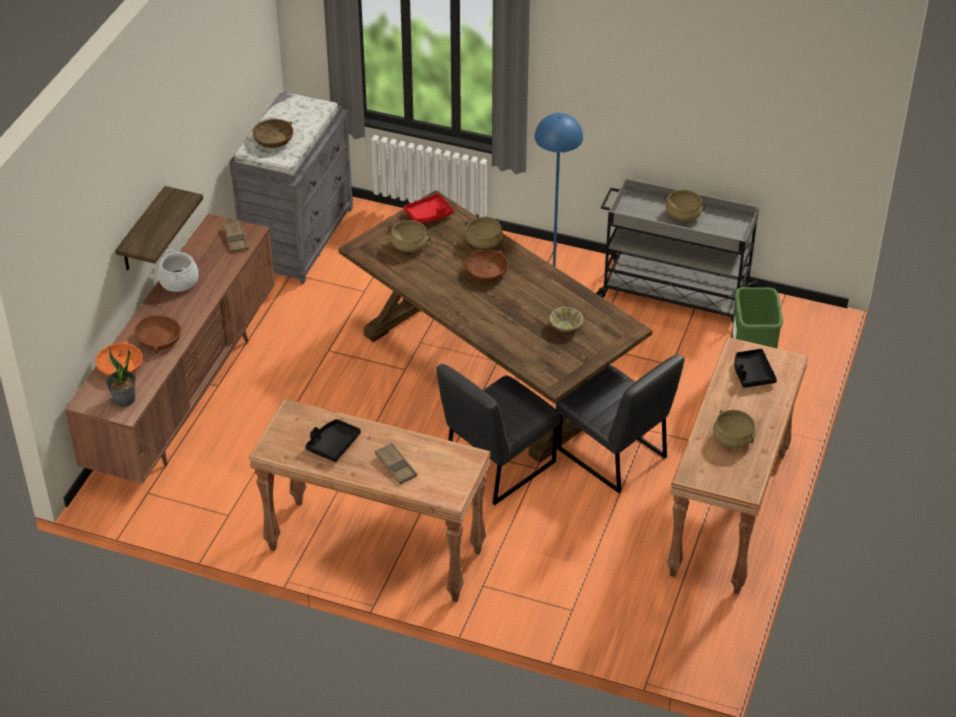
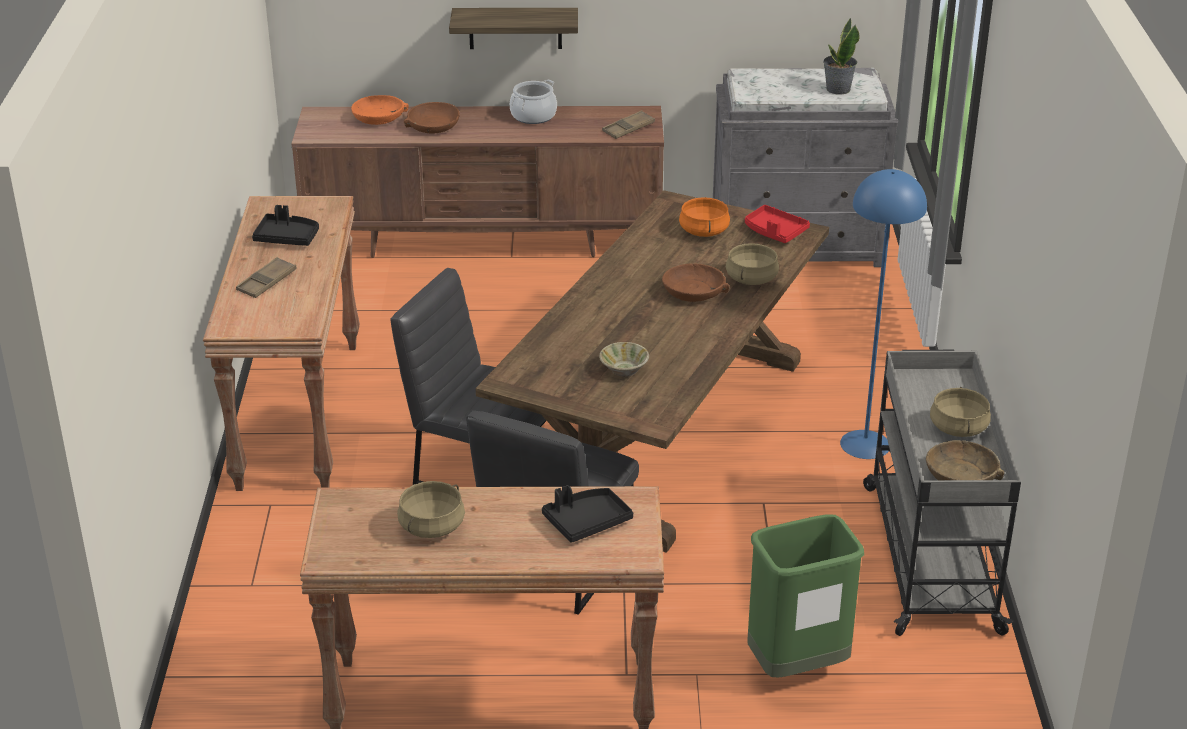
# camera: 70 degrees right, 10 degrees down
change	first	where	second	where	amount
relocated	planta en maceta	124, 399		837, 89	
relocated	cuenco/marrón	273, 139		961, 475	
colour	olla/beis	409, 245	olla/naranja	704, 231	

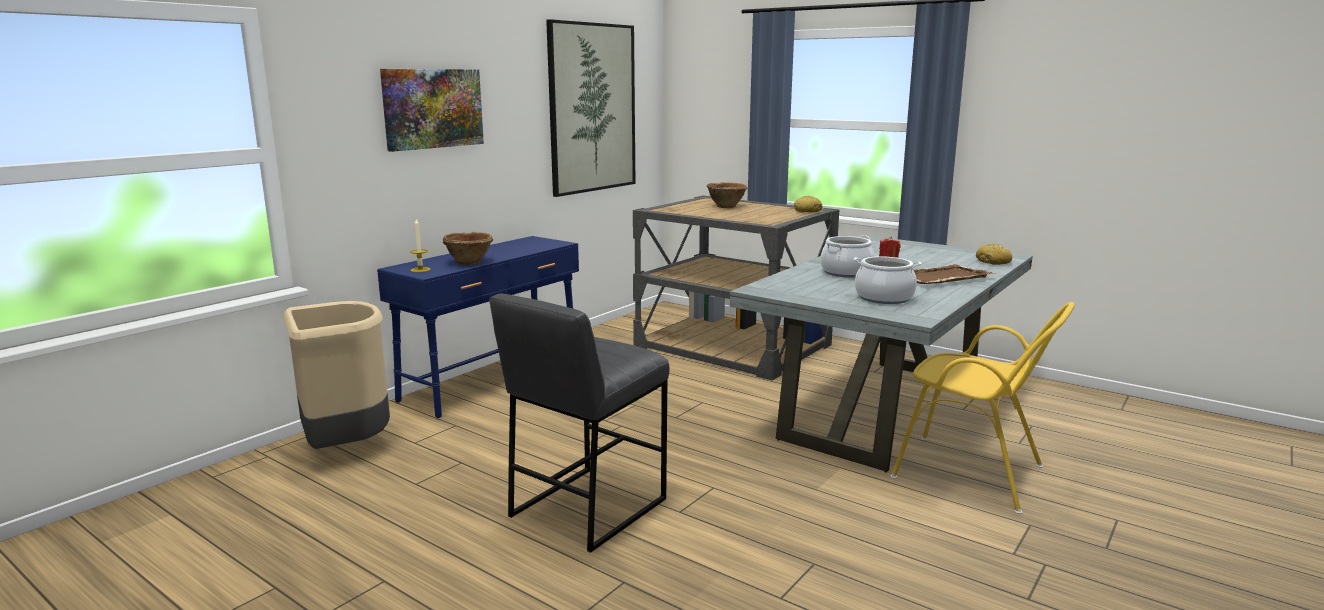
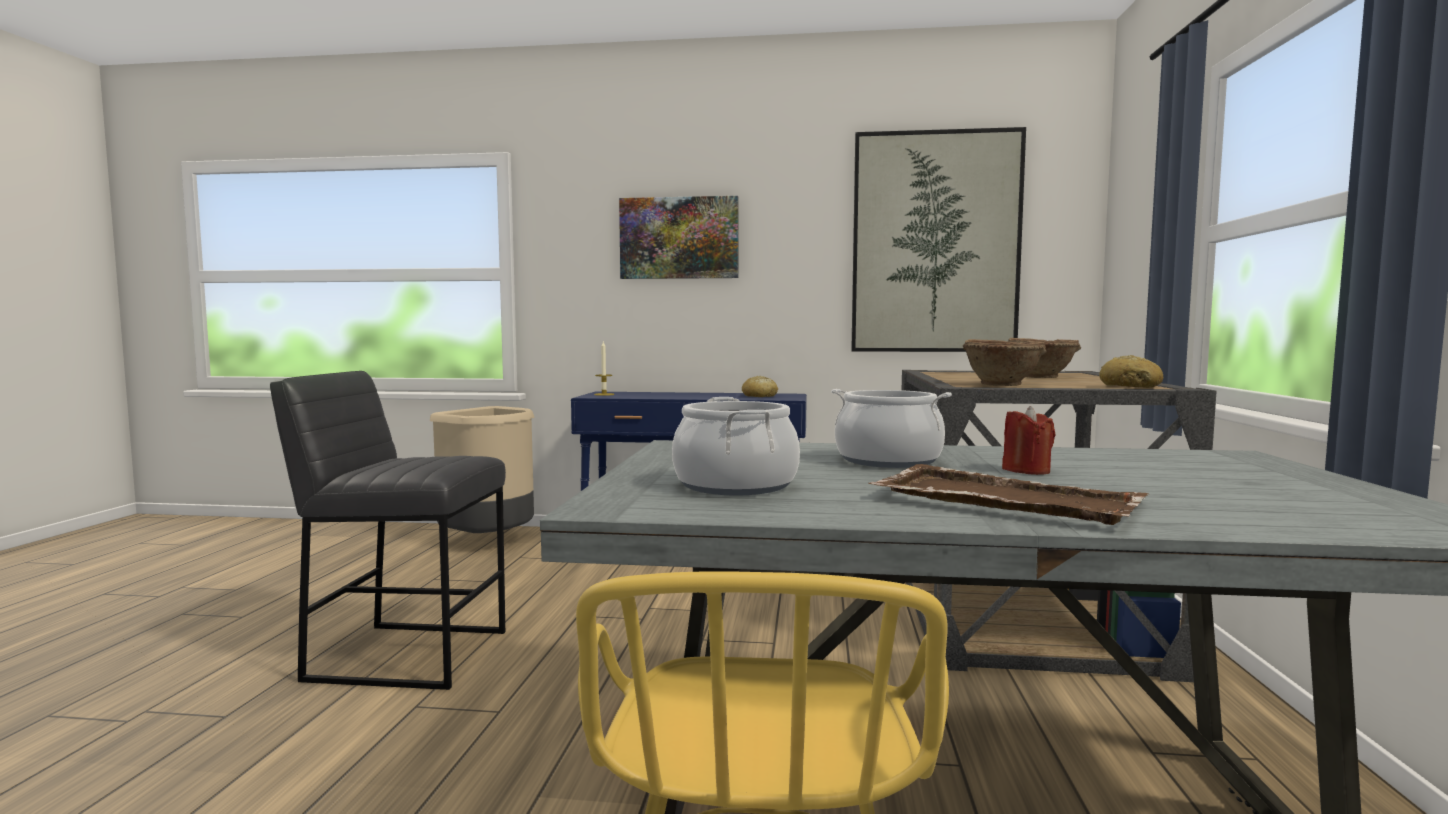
# camera: 60 degrees right, 10 degrees down
change	first	where	second	where	amount
relocated	cuenco/marrón	469, 262		1002, 384	
relocated	pan	993, 262		759, 396	

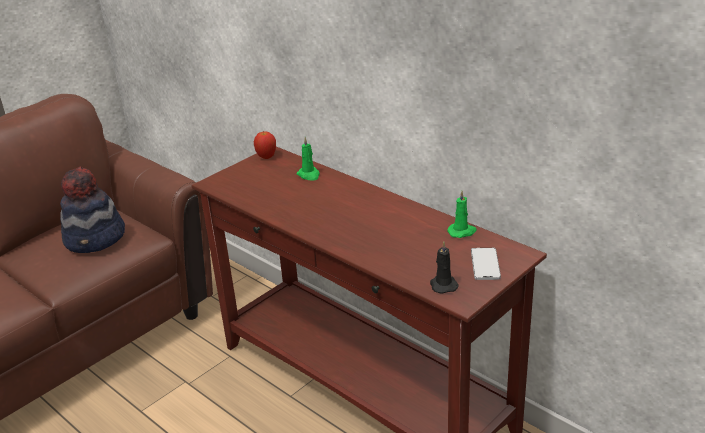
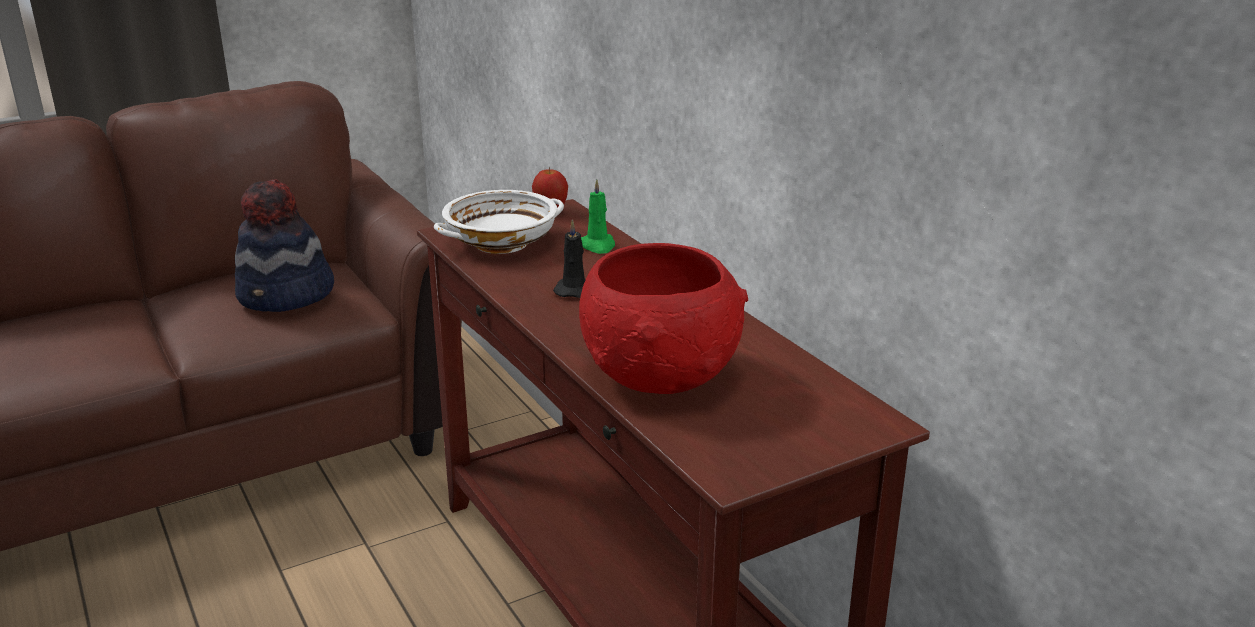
# camera: 15 degrees right, 5 degrees down
change	first	where	second	where	amount
relocated	vela/negro	443, 285		574, 290	
missing	vela/verde	462, 232			
missing	móvil	485, 264			
appeared			cuenco/blanco	502, 243	
appeared			cuenco/rojo	662, 377	

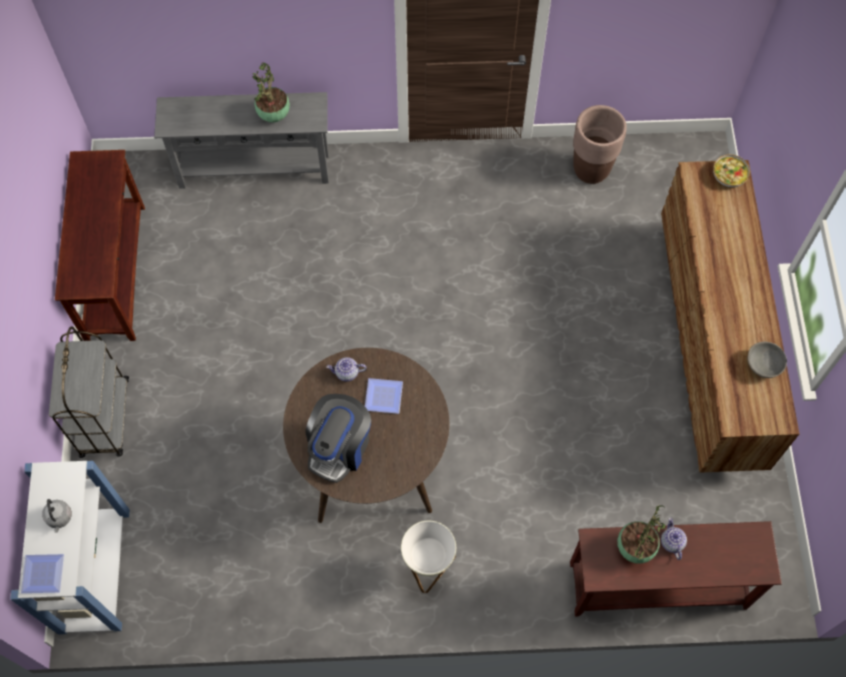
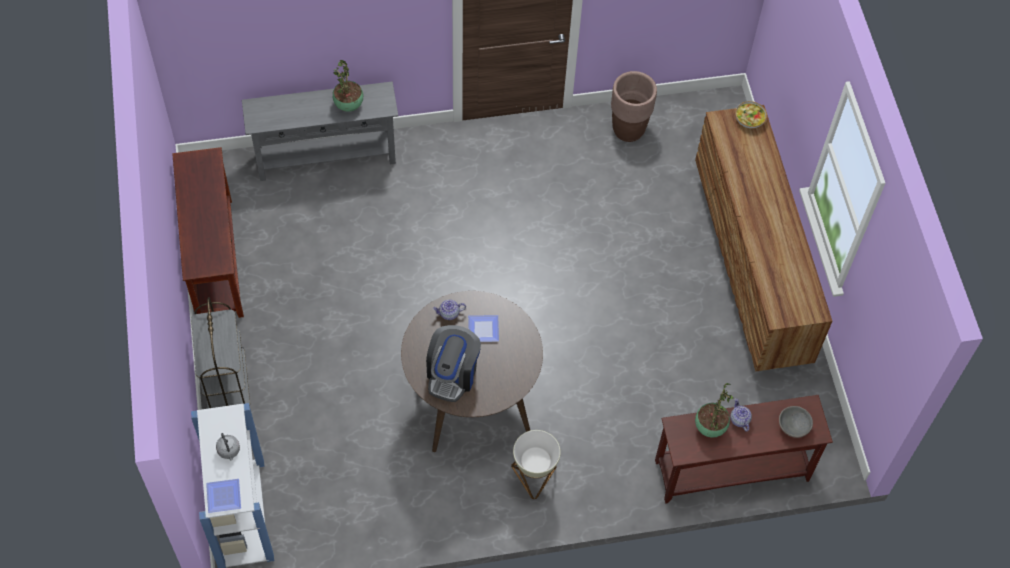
# camera: 10 degrees left, 5 degrees down
change	first	where	second	where	amount
relocated	cuenco/gris	764, 365		794, 426	

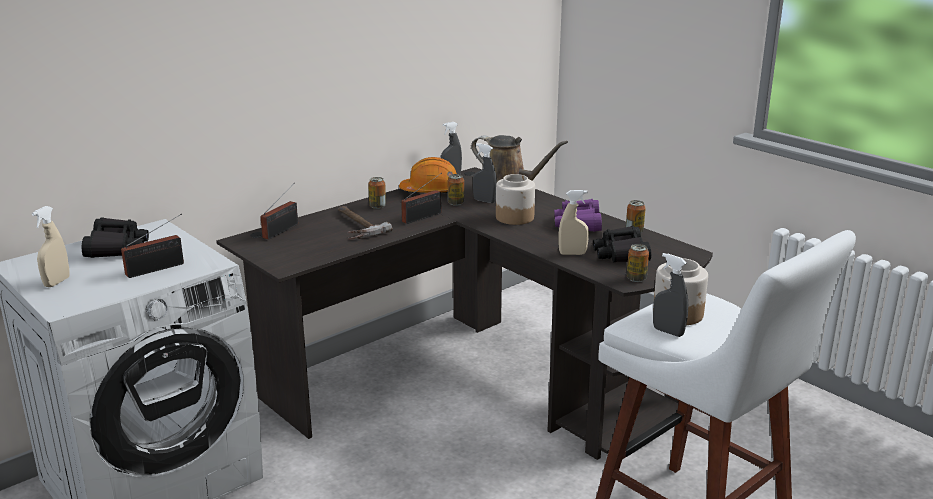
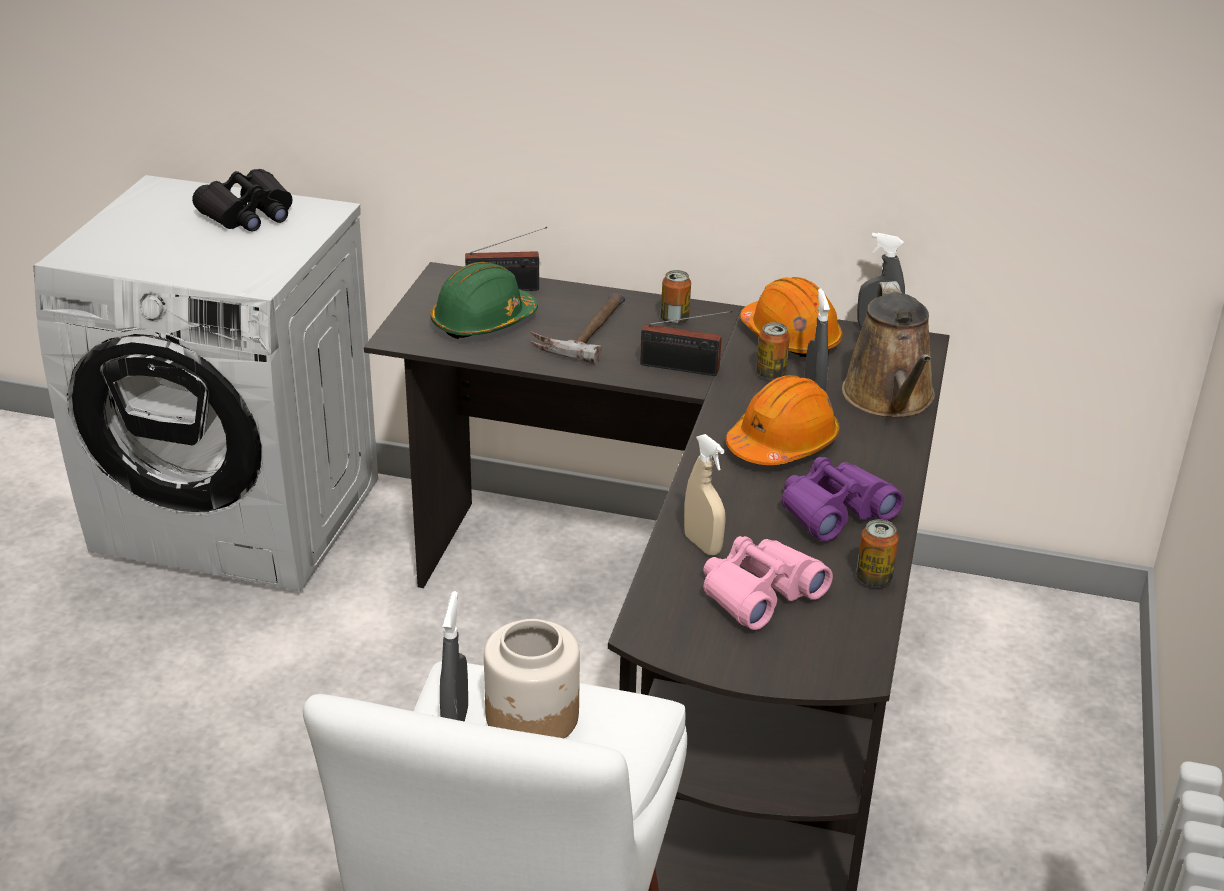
# camera: 55 degrees right, 10 degrees up
change	first	where	second	where	amount
missing	pulverizador/beis	57, 282			
missing	radio	158, 268			
exchanged	tarro	515, 217	casco/naranja	782, 444	
colour	prismáticos/negro	621, 254	prismáticos/rosa	759, 593	
missing	lata	636, 279			
appeared			casco/verde	483, 322	

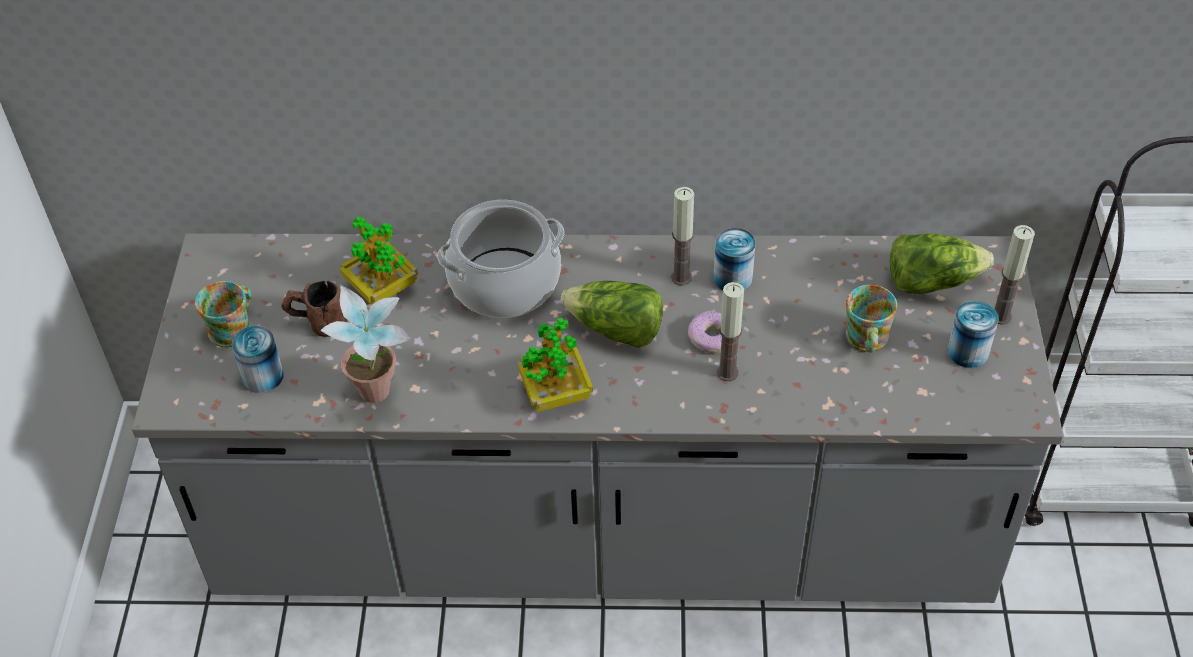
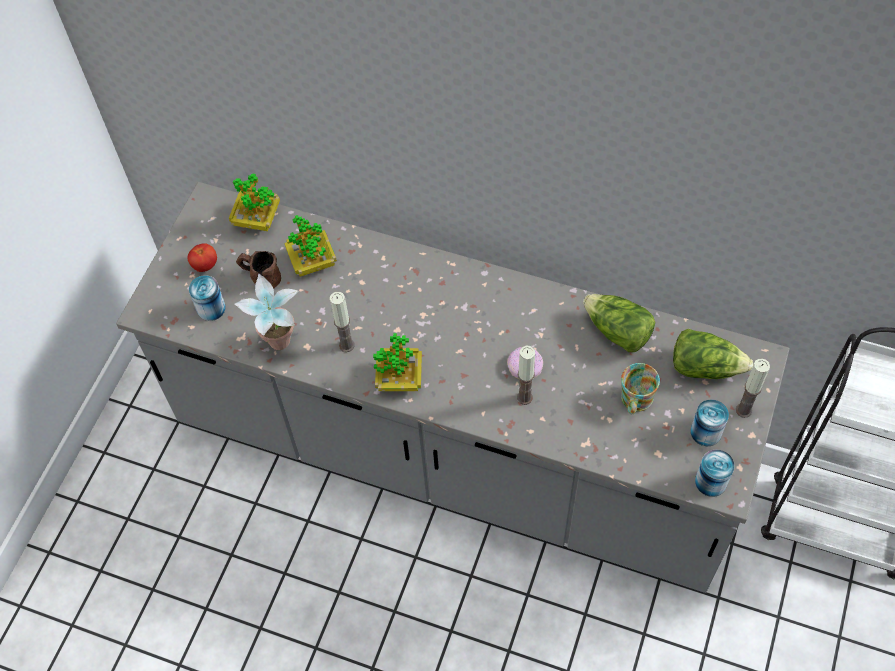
# camera: 20 degrees right, 10 degrees up
change	first	where	second	where	amount
exchanged	taza grande	234, 327	tomate	205, 265	
missing	olla	504, 282			
relocated	lechuga	616, 330		617, 332	
relocated	vela	681, 277		347, 345	
relocated	lata	732, 278		710, 481	
appeared			planta en maceta	257, 219	

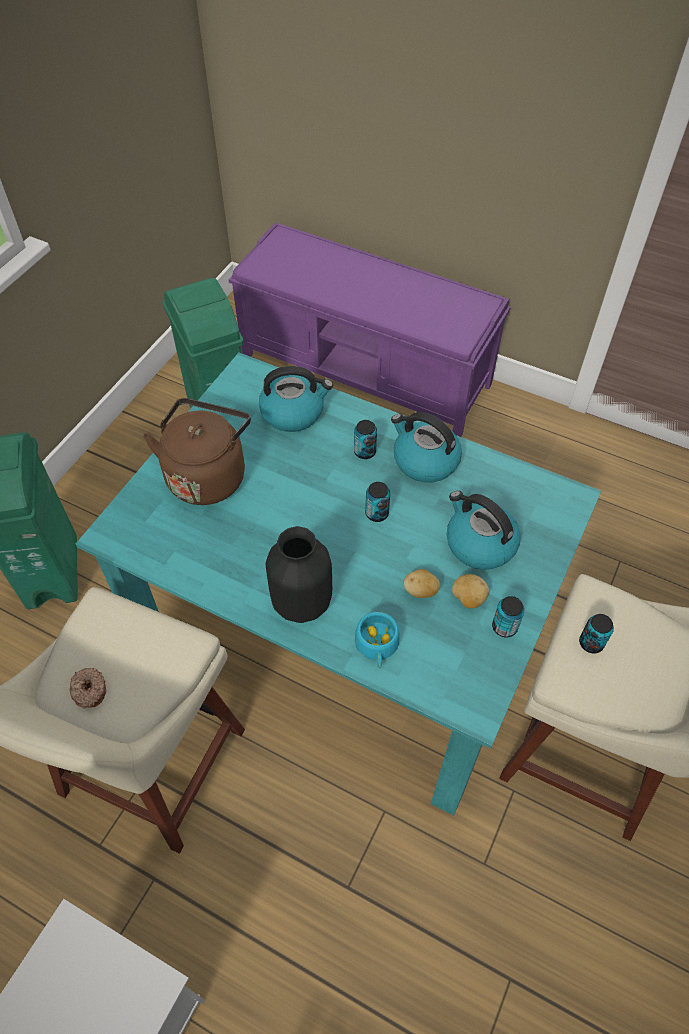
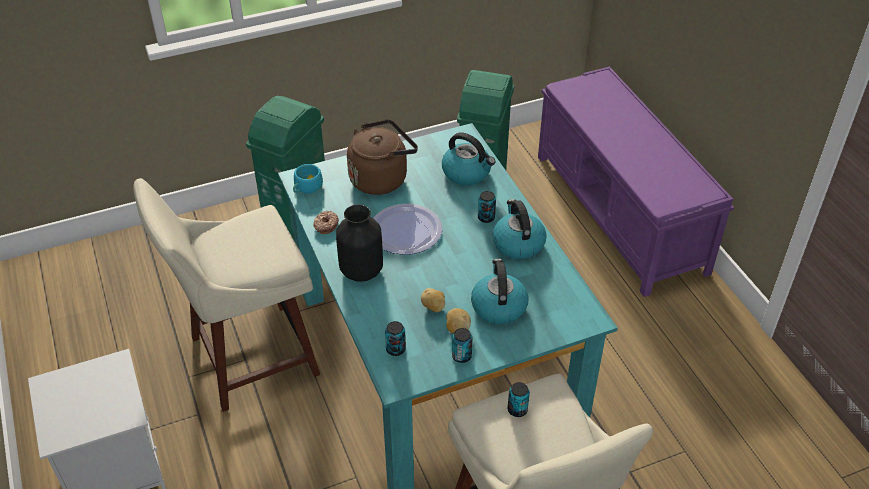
# camera: 40 degrees right, 10 degrees down
change	first	where	second	where	amount
relocated	rosquilla	89, 691		325, 225	
relocated	taza/turquesa	377, 647		306, 187	
relocated	lata	377, 513		395, 349	
appeared			plato	406, 231	

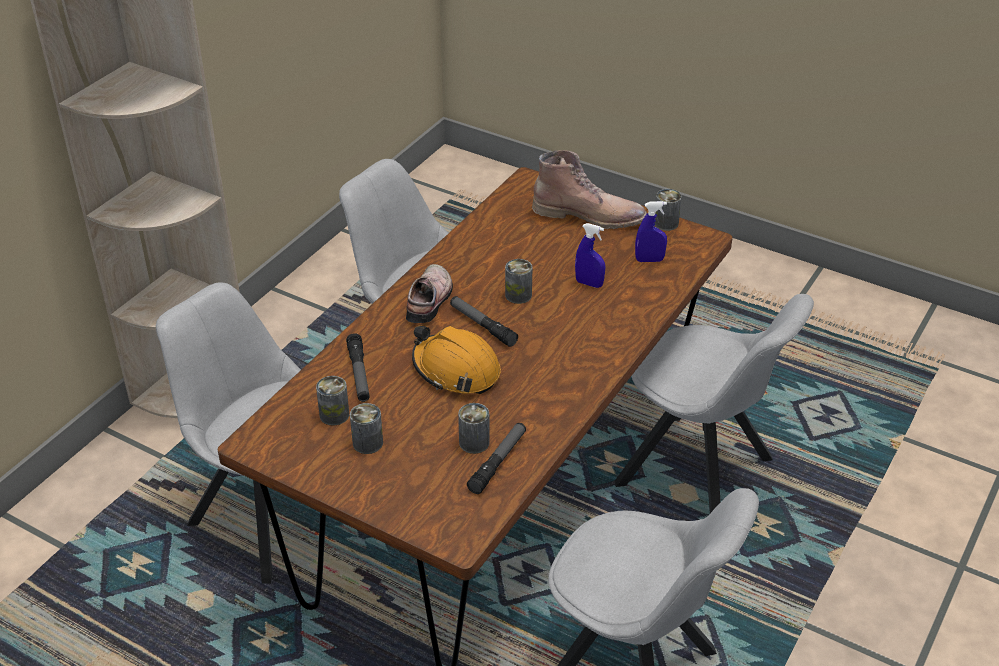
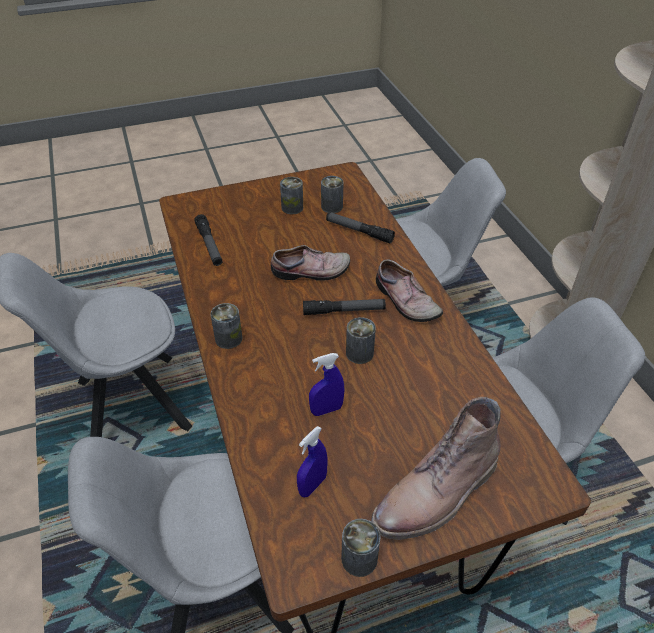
# camera: 130 degrees right, 5 degrees up
change	first	where	second	where	amount
exchanged	casco/naranja	456, 370	zapato	311, 272	
relocated	lata	474, 442		228, 338	

